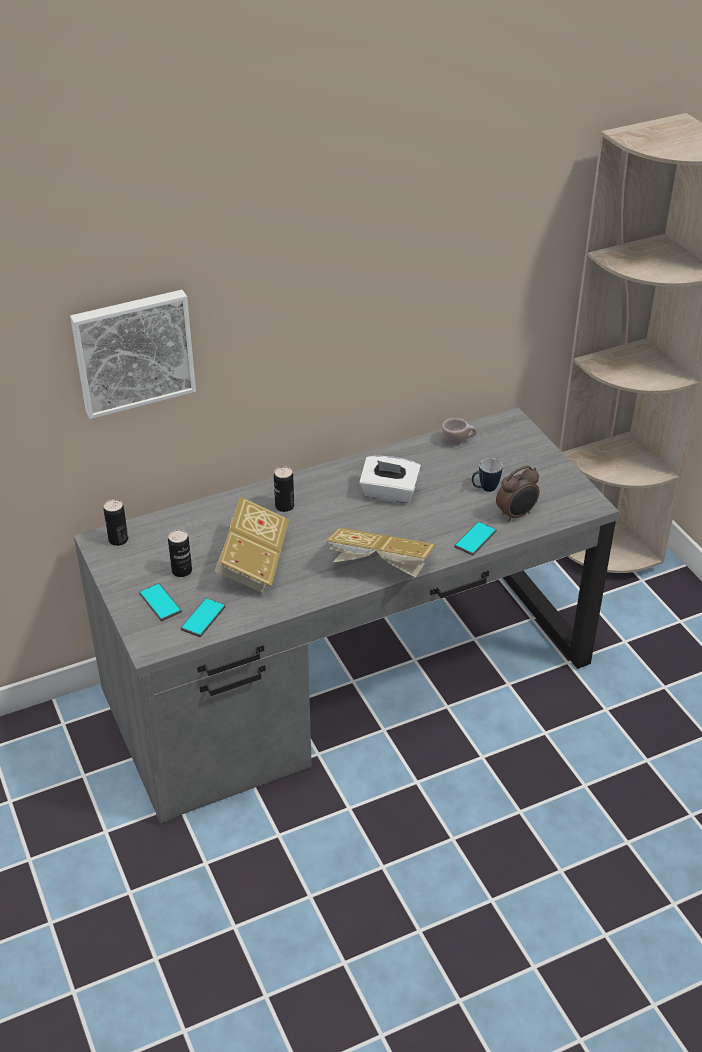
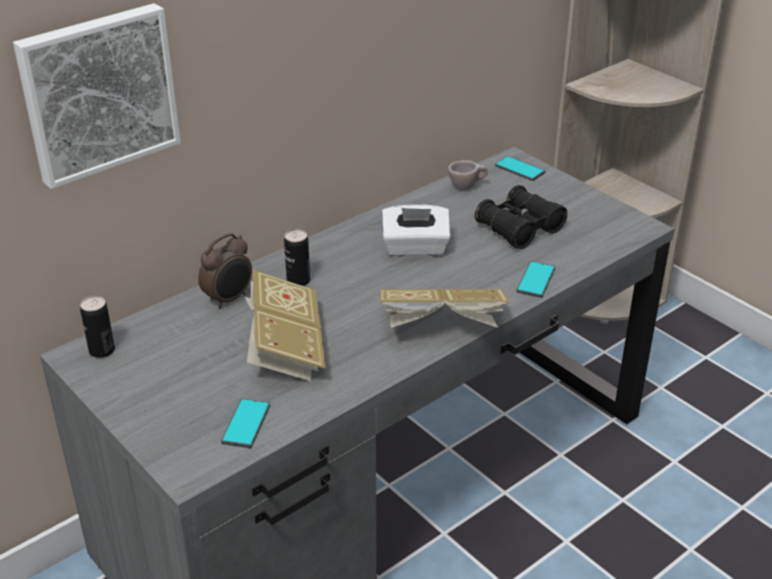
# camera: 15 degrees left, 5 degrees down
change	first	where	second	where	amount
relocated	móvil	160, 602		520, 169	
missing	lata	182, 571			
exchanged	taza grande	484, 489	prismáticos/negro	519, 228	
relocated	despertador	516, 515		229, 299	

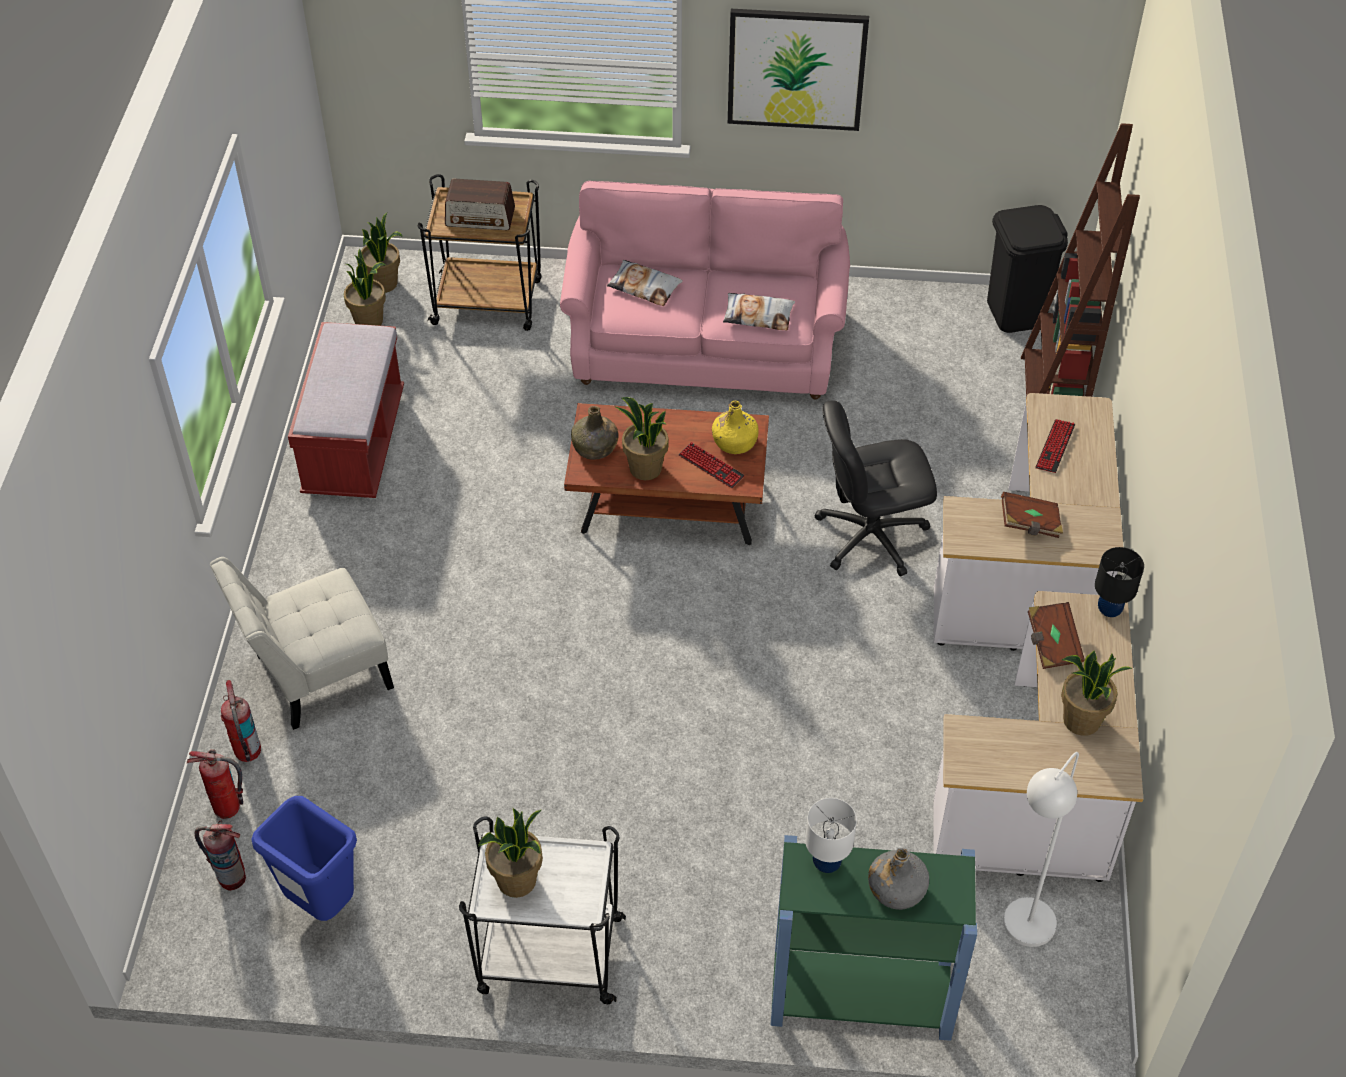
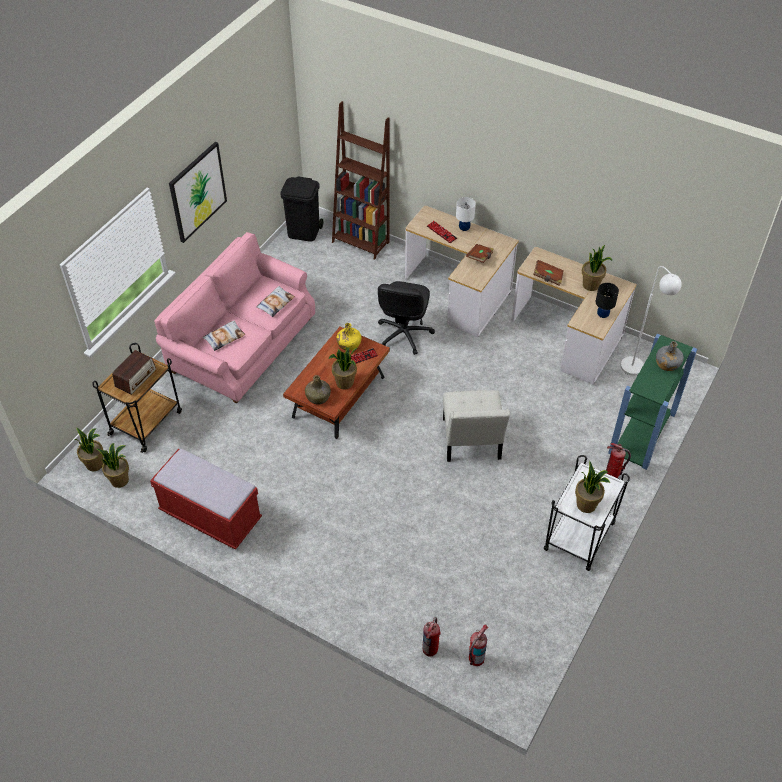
# camera: 65 degrees left, 0 degrees up
change	first	where	second	where	amount
relocated	silla/blanco	316, 675		471, 442	
relocated	extintor	247, 751		612, 475	
missing	papelera/azul	321, 904			
relocated	lámpara de mesa/blanco	825, 864		464, 229	
relocated	lámpara de mesa/negro	1108, 611		603, 315	

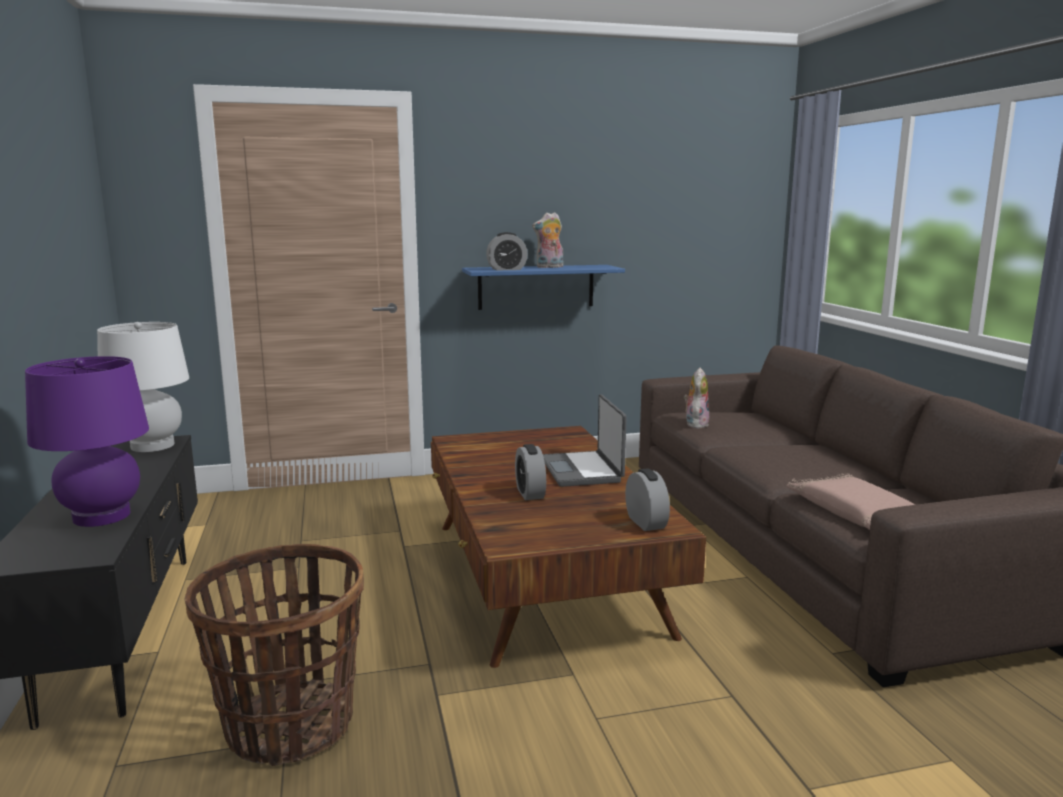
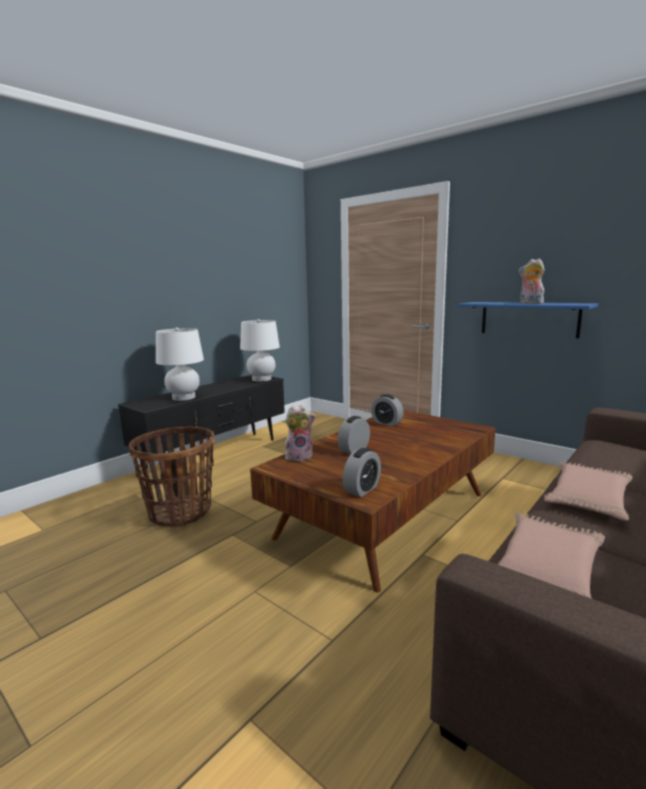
# camera: 55 degrees right, 0 degrees up
change	first	where	second	where	amount
colour	lámpara de mesa/morado	102, 516	lámpara de mesa/blanco	183, 397	
relocated	despertador	506, 269		387, 423	
missing	portátil	582, 470			
relocated	peluche	695, 424		299, 456	
appeared			cojín/beis	588, 496	

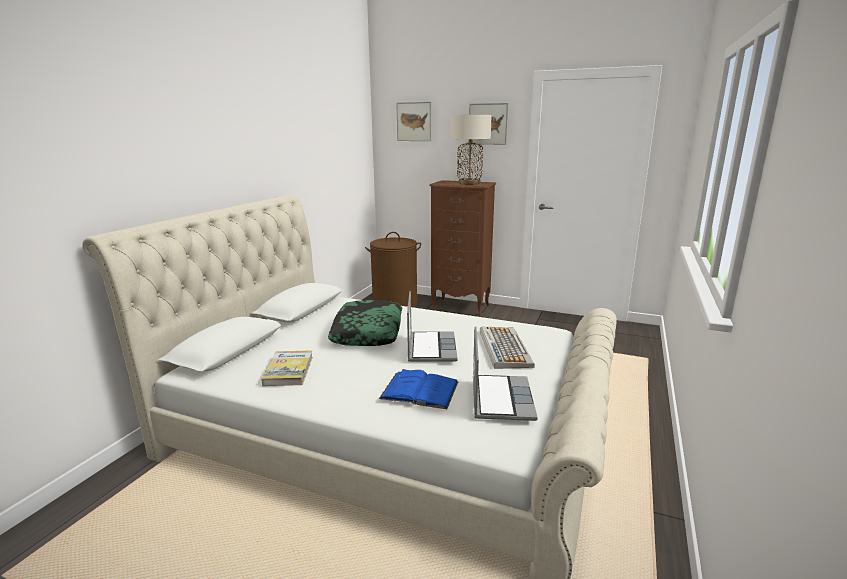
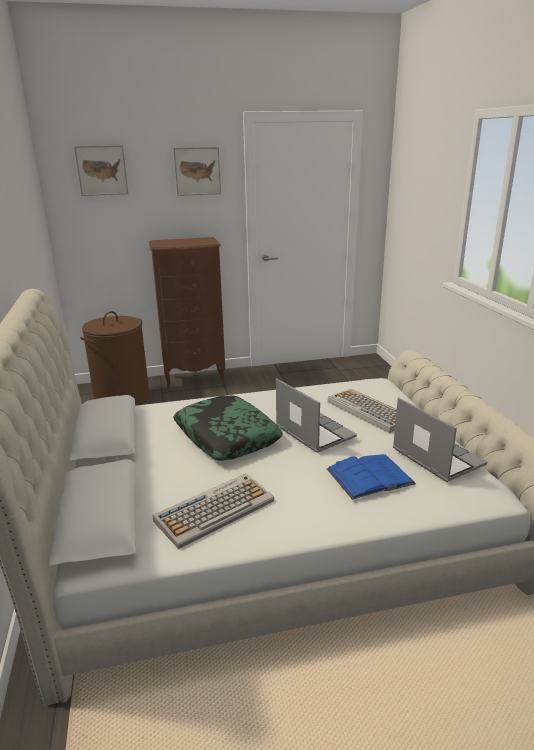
# camera: 35 degrees left, 5 degrees up
change	first	where	second	where	amount
exchanged	libro	288, 370	teclado	215, 510	
missing	lámpara de mesa	469, 183			

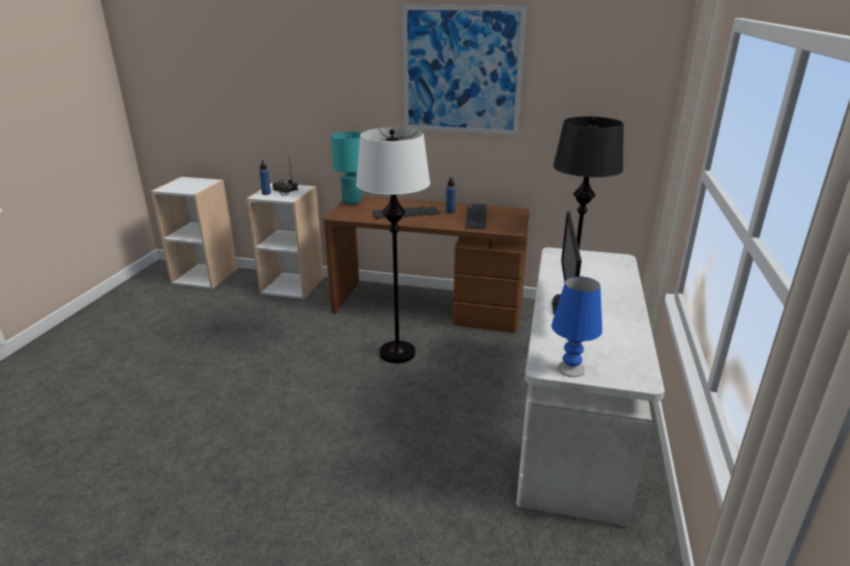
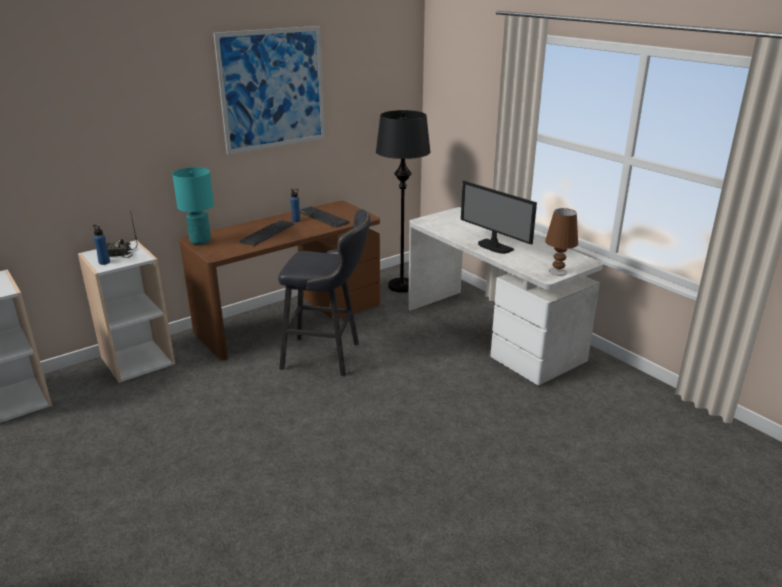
# camera: 50 degrees left, 0 degrees up
change	first	where	second	where	amount
exchanged	lámpara de pie/blanco	397, 353	taburete/negro	330, 357	
colour	lámpara de mesa/azul	570, 369	lámpara de mesa/marrón	558, 272	

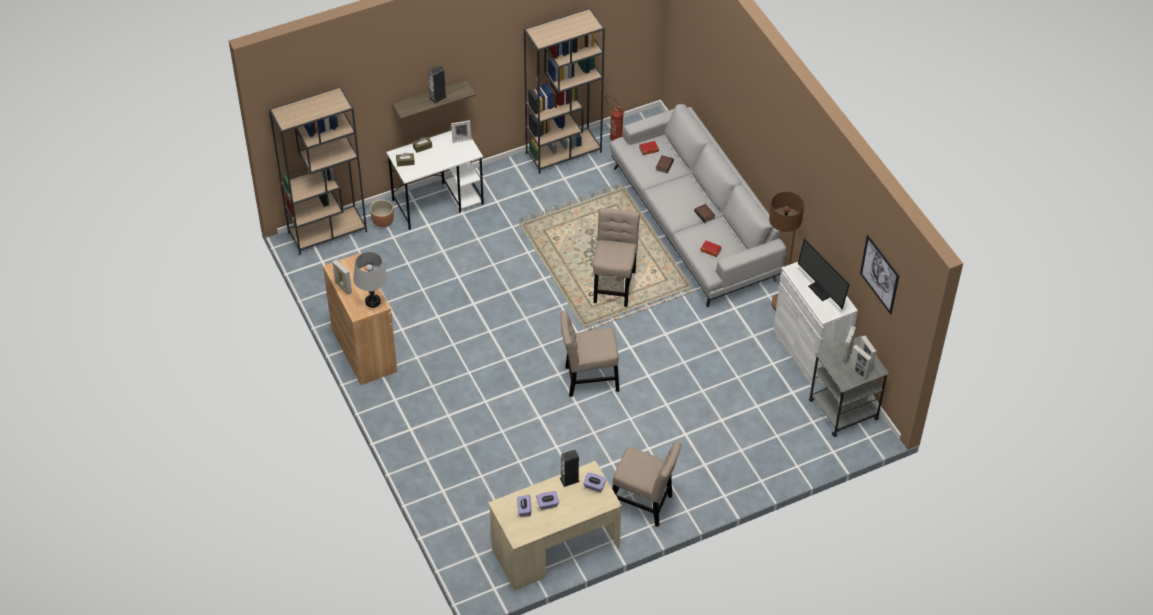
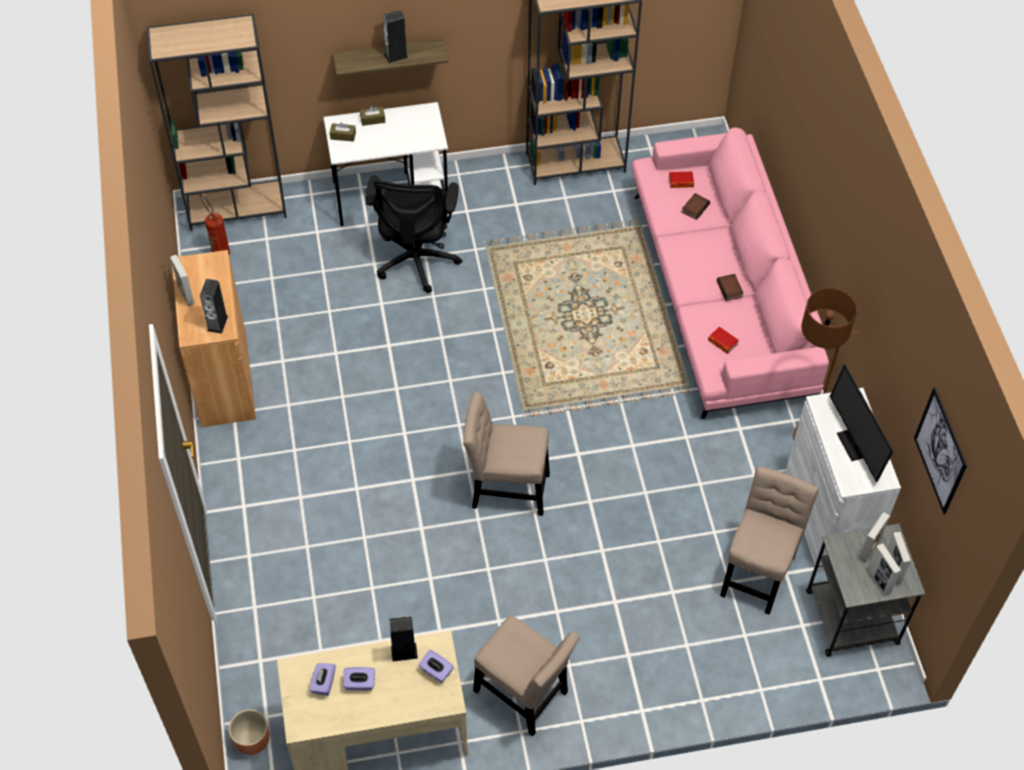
# camera: 15 degrees right, 5 degrees up
change	first	where	second	where	amount
exchanged	lámpara de mesa/gris	373, 301	altavoz	217, 323	
relocated	maceta/marrón	382, 222		251, 740	
missing	portarretratos	461, 138			
relocated	silla/beis	614, 284		758, 571	
relocated	extintor	613, 136		219, 250	
colour	sofá/gris	693, 223	sofá/rosa	718, 295	
appeared			silla de oficina/negro	416, 255	

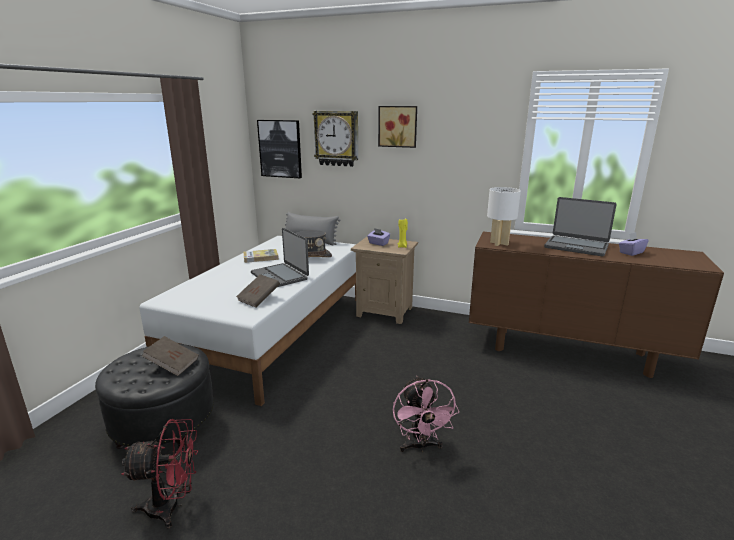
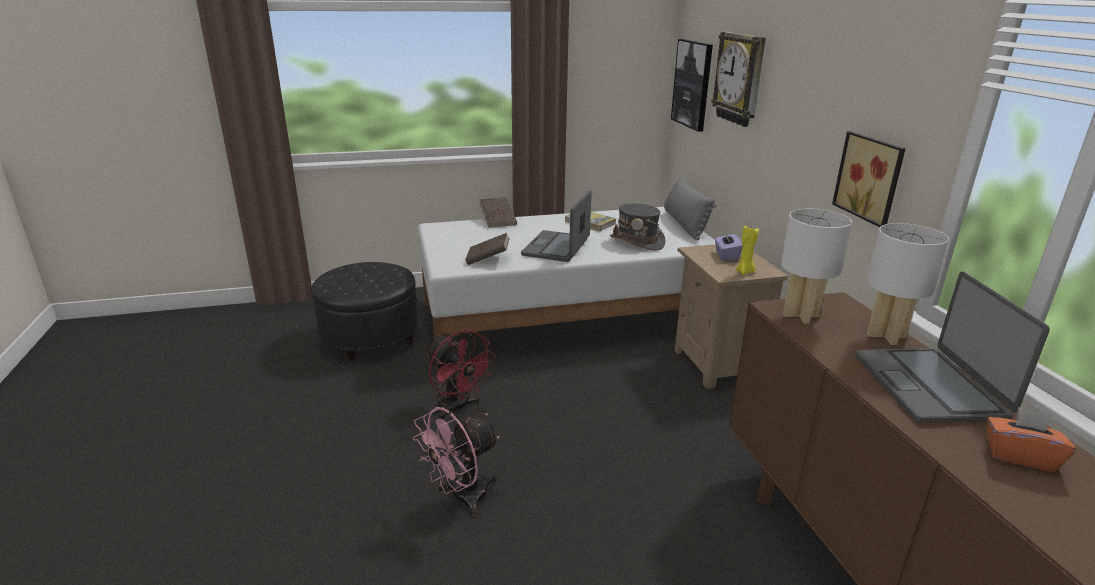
# camera: 55 degrees right, 5 degrees up
change	first	where	second	where	amount
relocated	ventilador/rojo	172, 506		458, 408	
relocated	libro/marrón	172, 365		498, 221	
relocated	cuadro	398, 126		871, 178	
colour	caja de pañuelos/morado	631, 252	caja de pañuelos/naranja	1019, 456	
appeared			lámpara de mesa/blanco	886, 335	

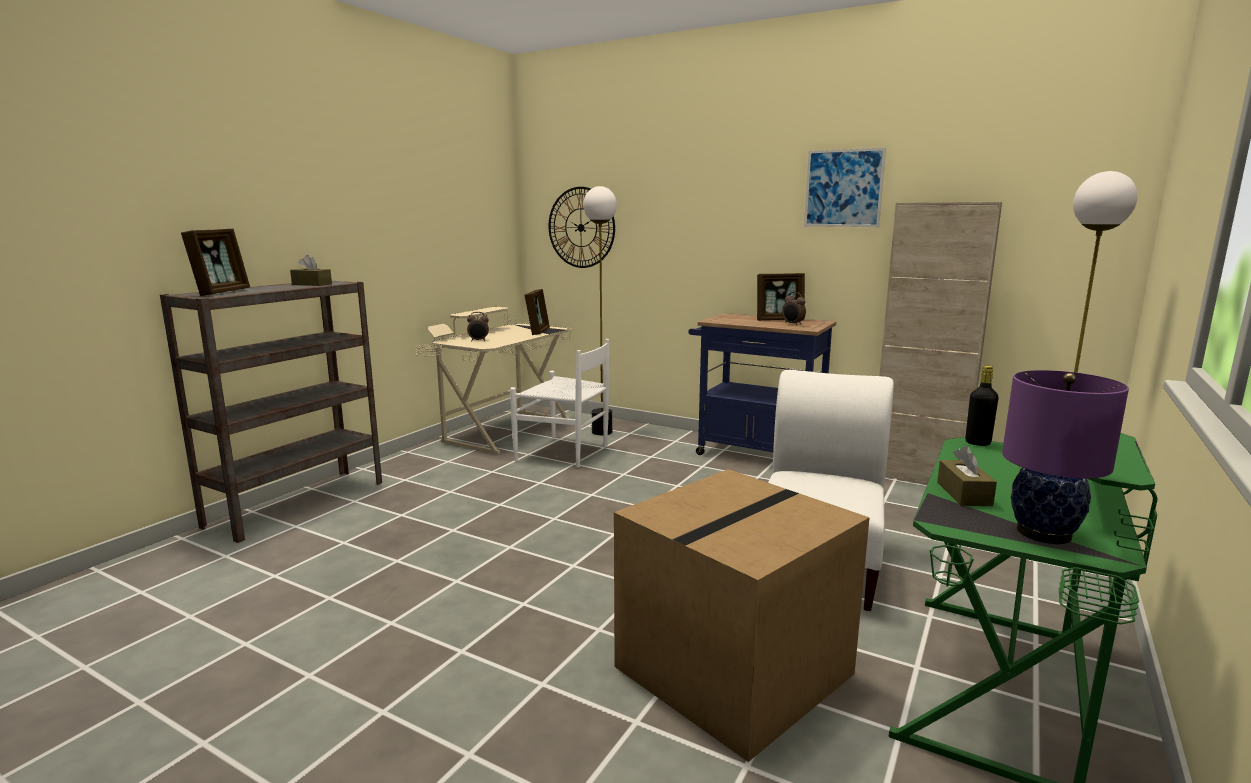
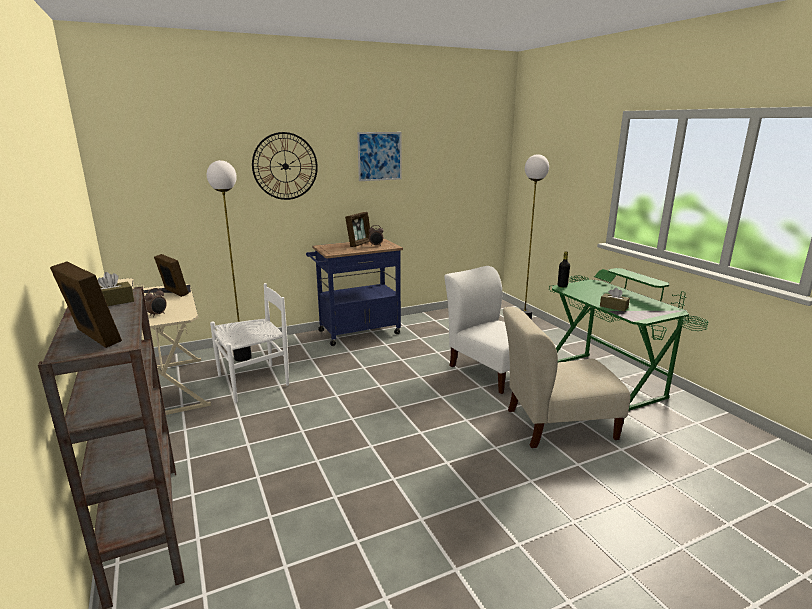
# camera: 55 degrees left, 5 degrees up
change	first	where	second	where	amount
relocated	reloj de pared	581, 227		285, 166	
exchanged	caja de cartón	733, 667	silla/beis	555, 425	
missing	armario/beis	917, 477			
missing	lámpara de mesa/morado	1043, 533			

